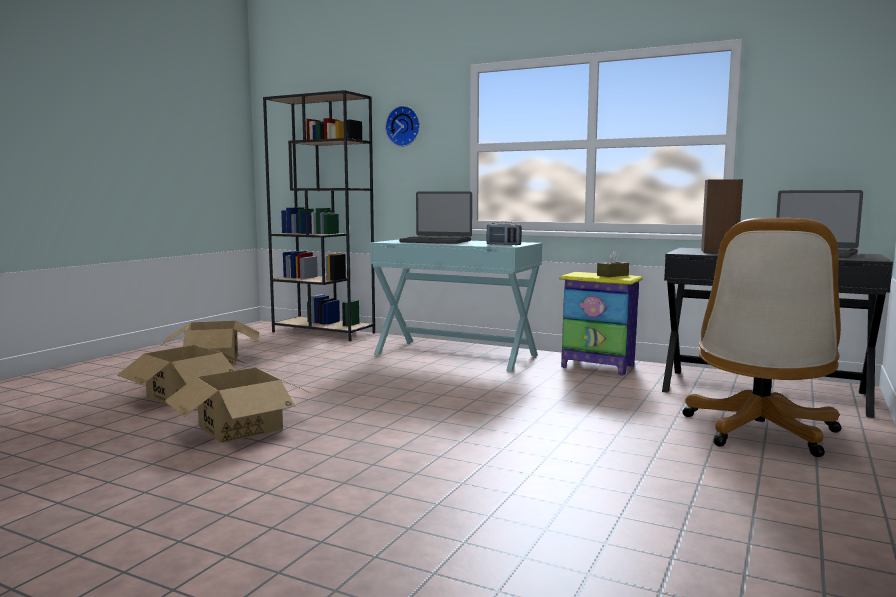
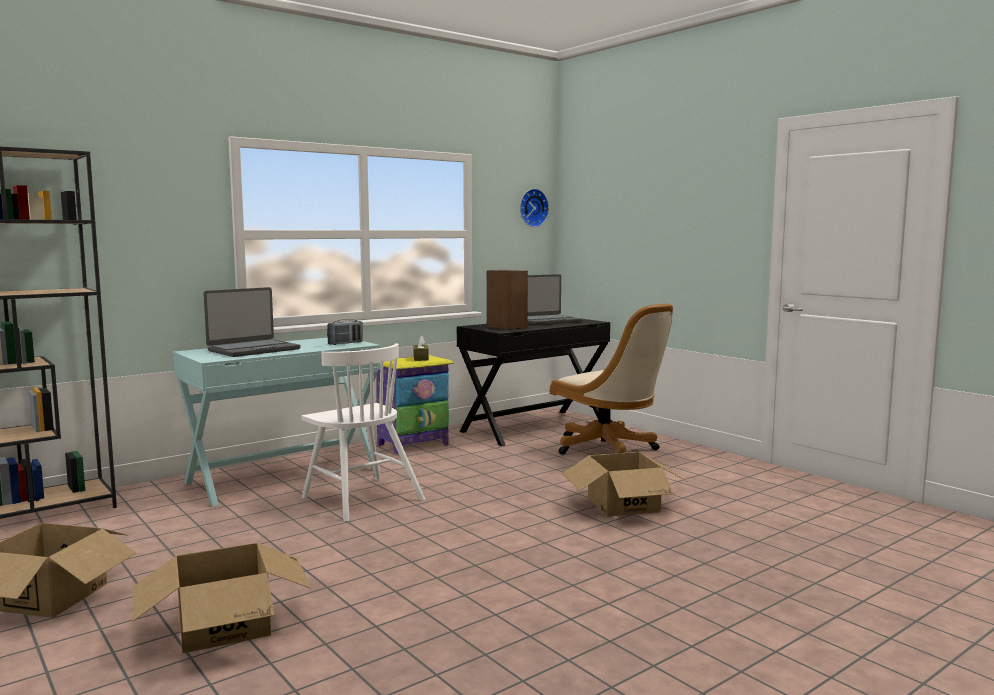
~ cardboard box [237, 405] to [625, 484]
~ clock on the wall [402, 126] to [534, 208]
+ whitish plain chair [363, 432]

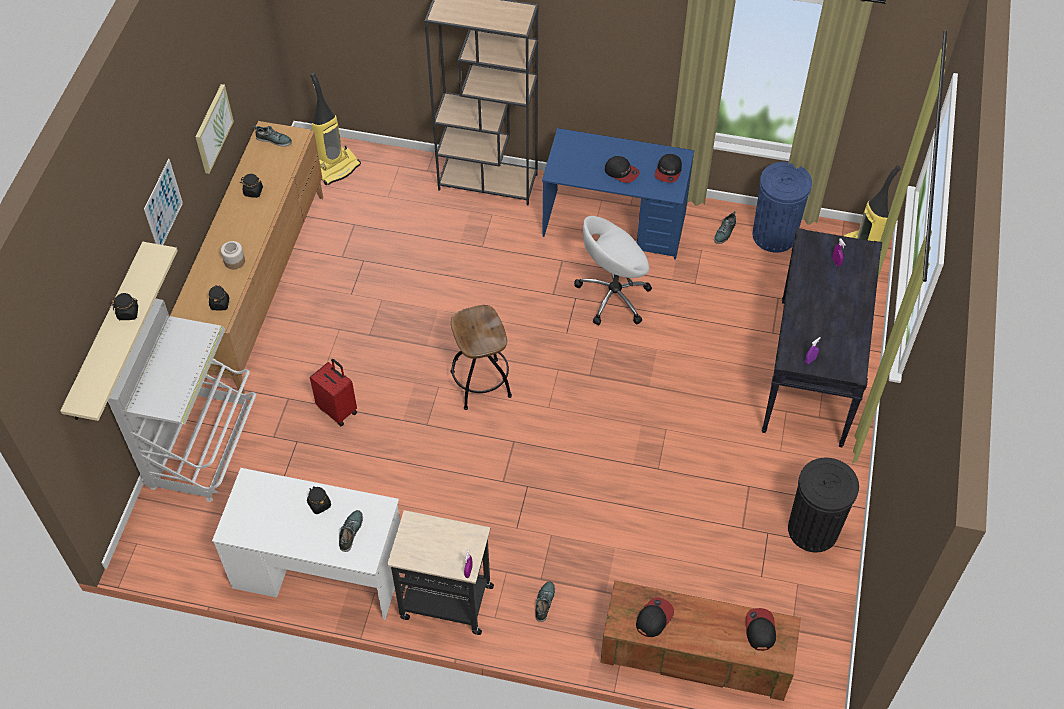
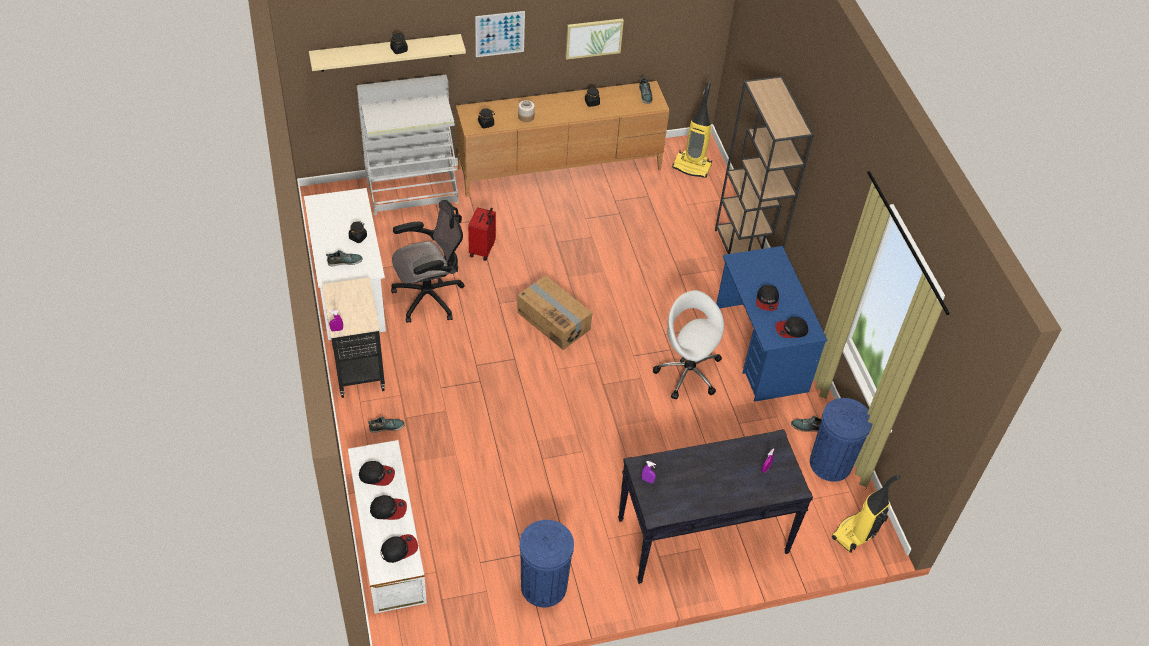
~ brown-coloured stool [481, 357] to cardboard box [554, 312]
~ brown-coloured indoor bench [700, 640] to whitish indoor bench [387, 527]
~ black trash can [823, 505] to bluish trash can [547, 564]
+ peaked cap [388, 507]
+ office chair [428, 261]

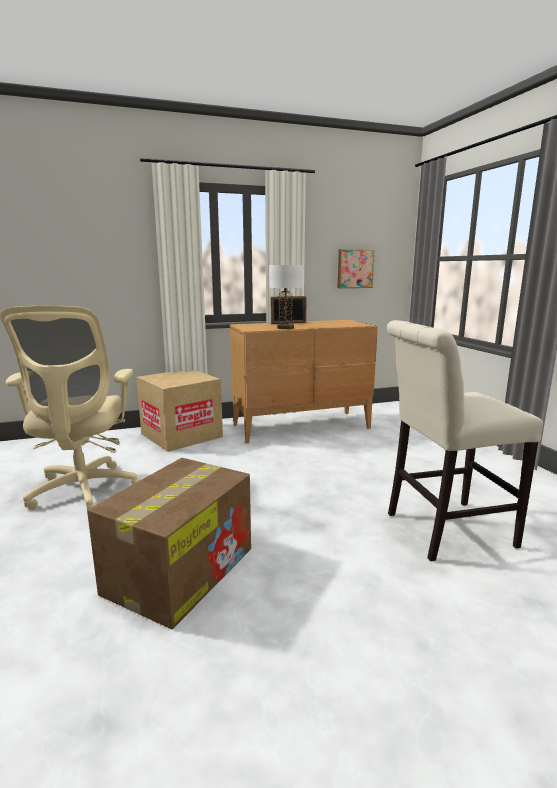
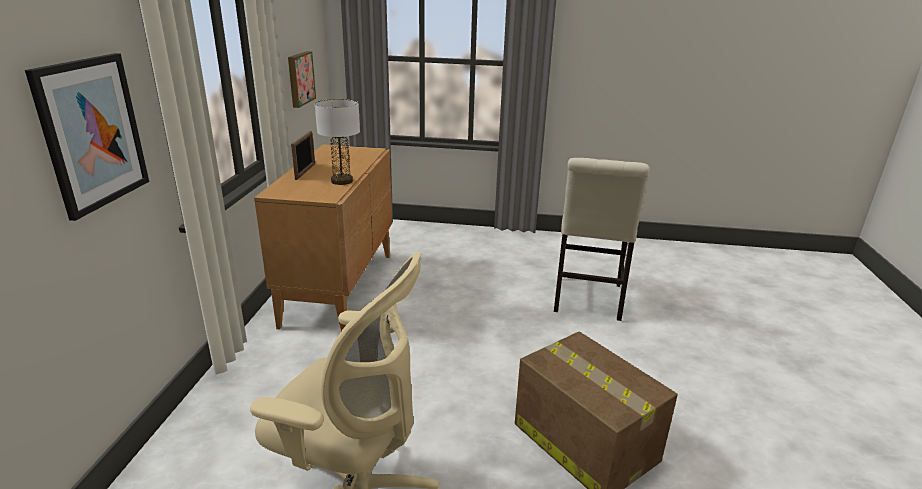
- cardboard box [179, 411]
+ wall art [87, 137]

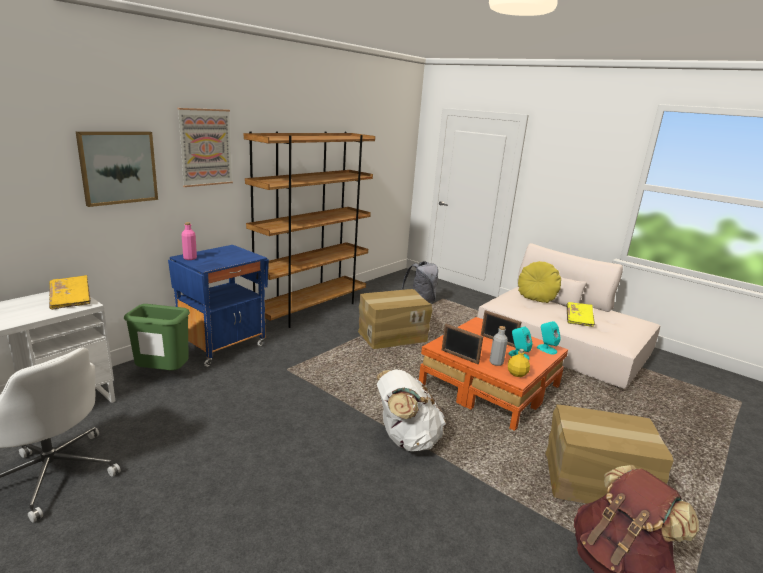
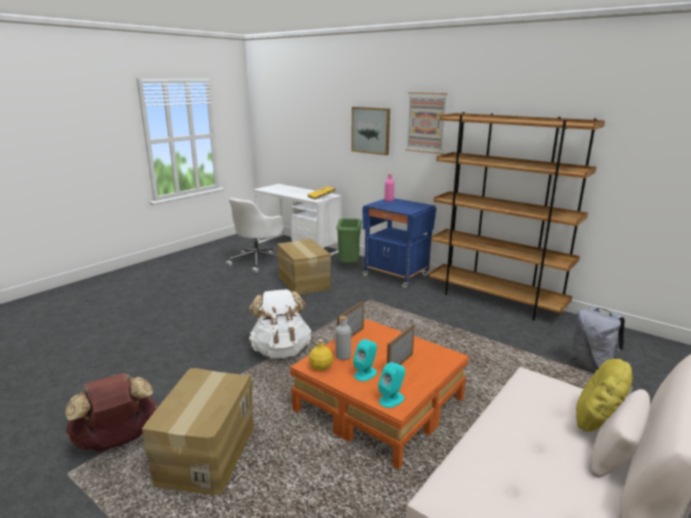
~ cardboard box [395, 319] to [304, 267]
- yellowish book [581, 314]

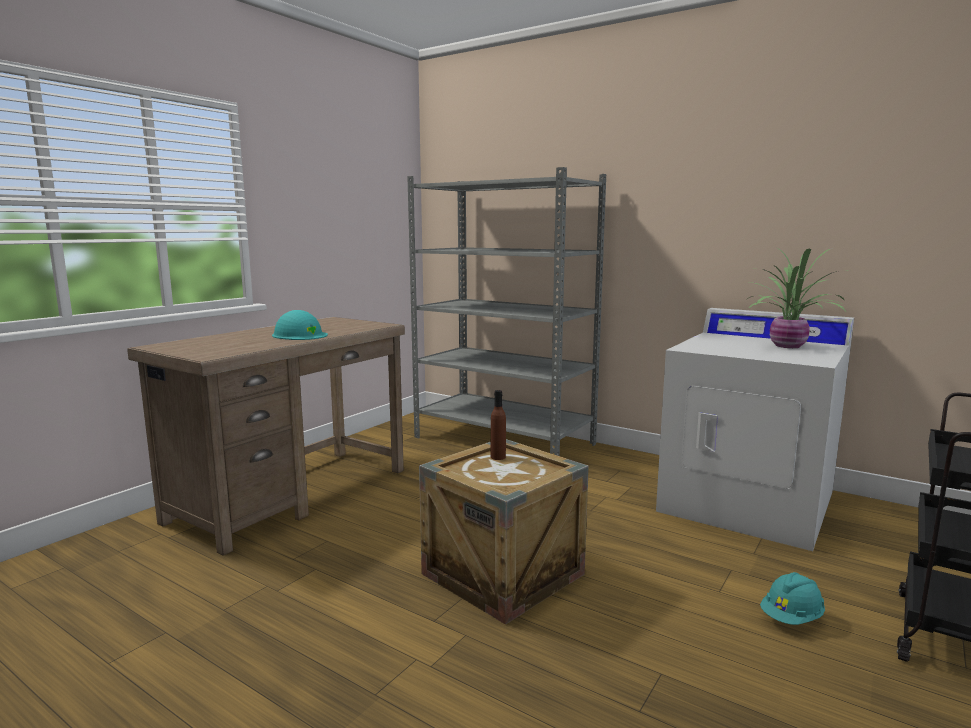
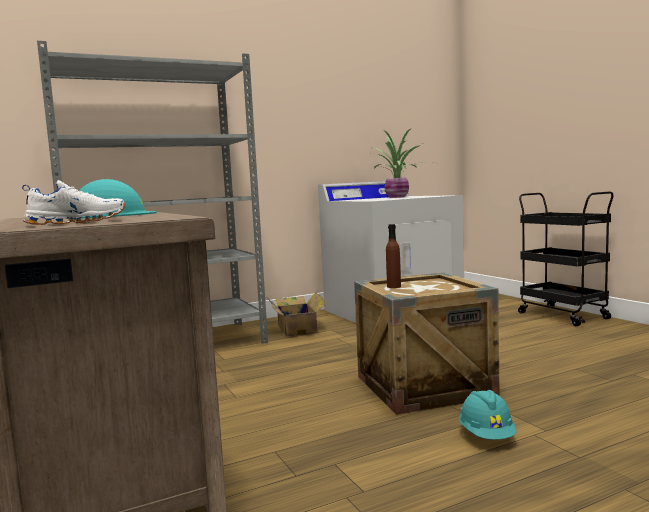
~ blue-green work helmet [792, 598] to [488, 415]
+ whitish shoe [73, 202]
+ cardboard box [296, 314]

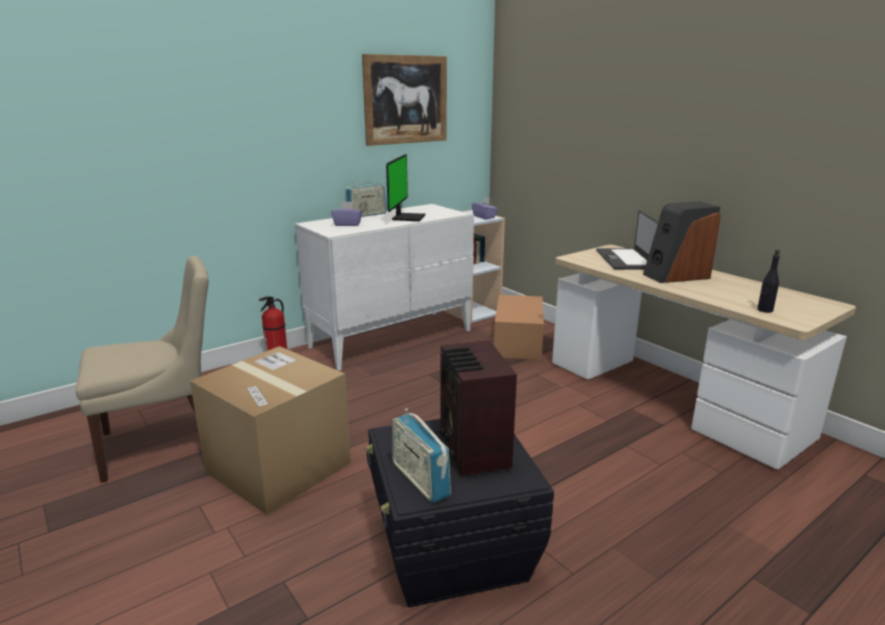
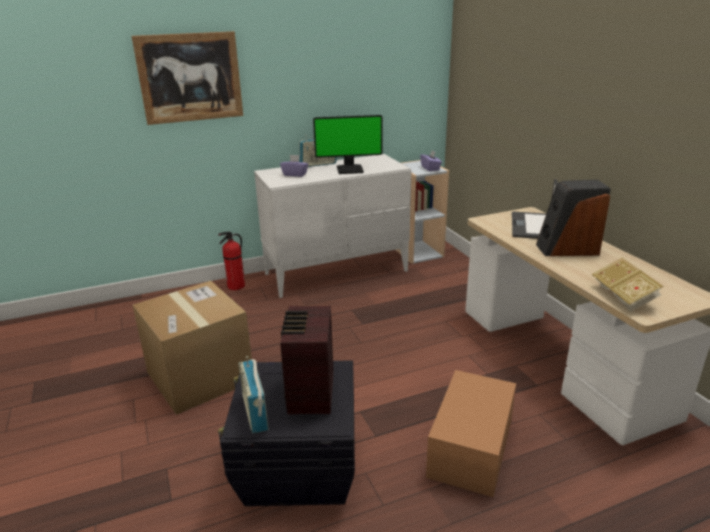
- beige-coloured plain chair [142, 369]
~ wall art [404, 100] to [187, 78]
~ computer screen [405, 187] = [348, 144] 60 degrees clockwise
~ cardboard box [519, 327] to [471, 433]
~ black bottle [768, 281] to book [628, 285]

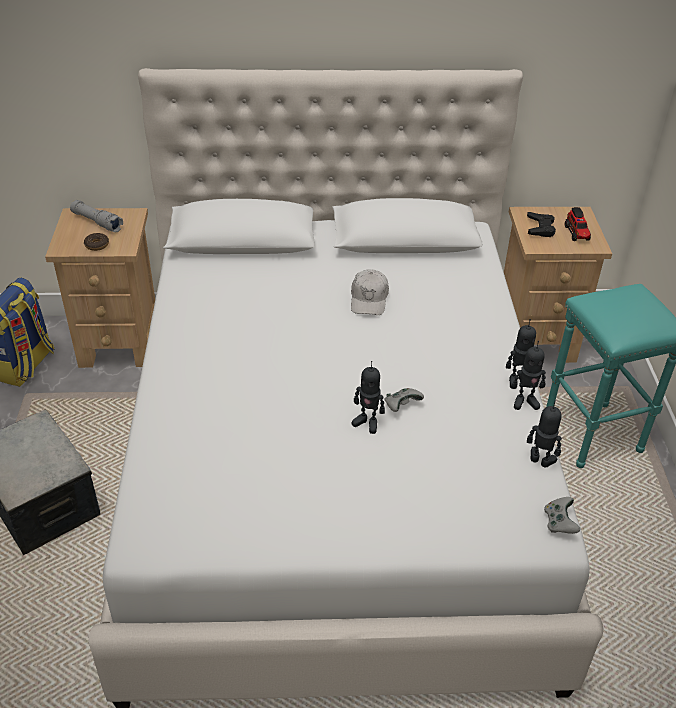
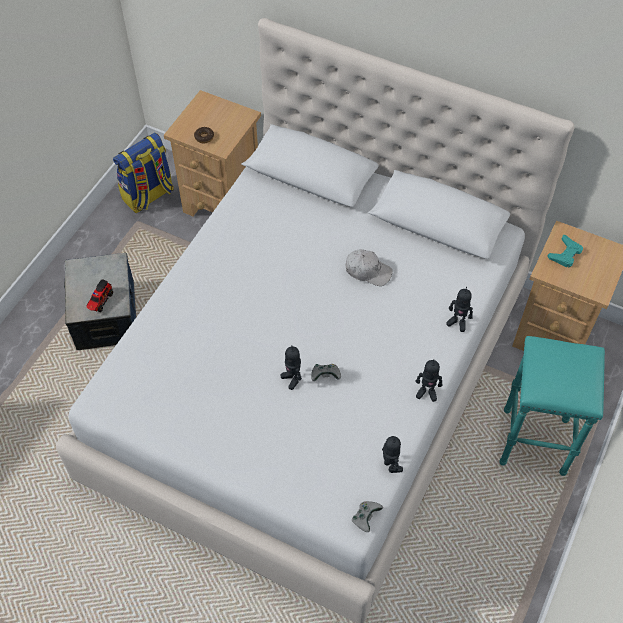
- grey flashlight [96, 216]
~ whitish peaked cap [370, 292] = [369, 267] 105 degrees counterclockwise
~ robot figure [529, 375] to [459, 309]
~ black game controller [541, 224] to blue-green game controller [565, 251]
~ toy lorry [578, 224] to [99, 295]

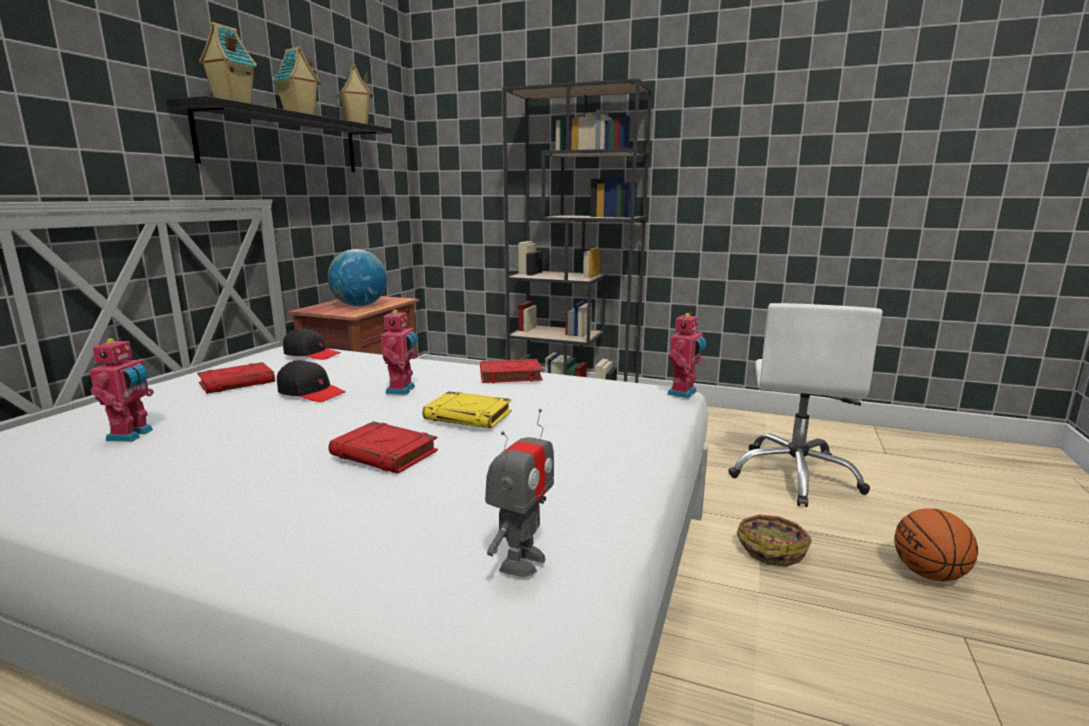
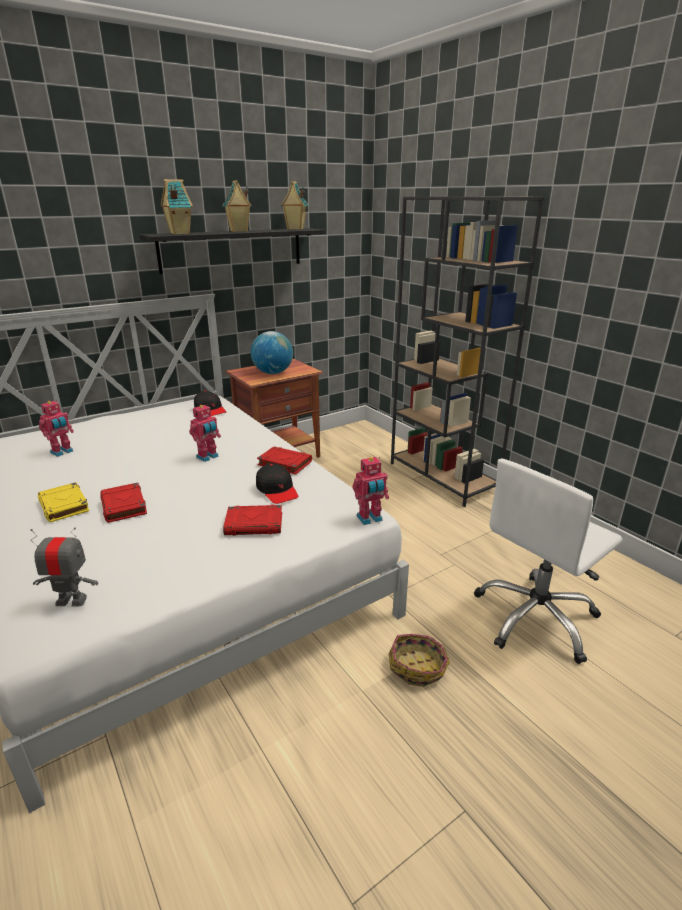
~ reddish book [236, 378] to [252, 520]
~ black peaked cap [311, 381] to [277, 484]
~ yellowish book [467, 409] to [63, 502]
~ robot figure [519, 493] = [64, 567] 150 degrees counterclockwise
- basketball [936, 544]

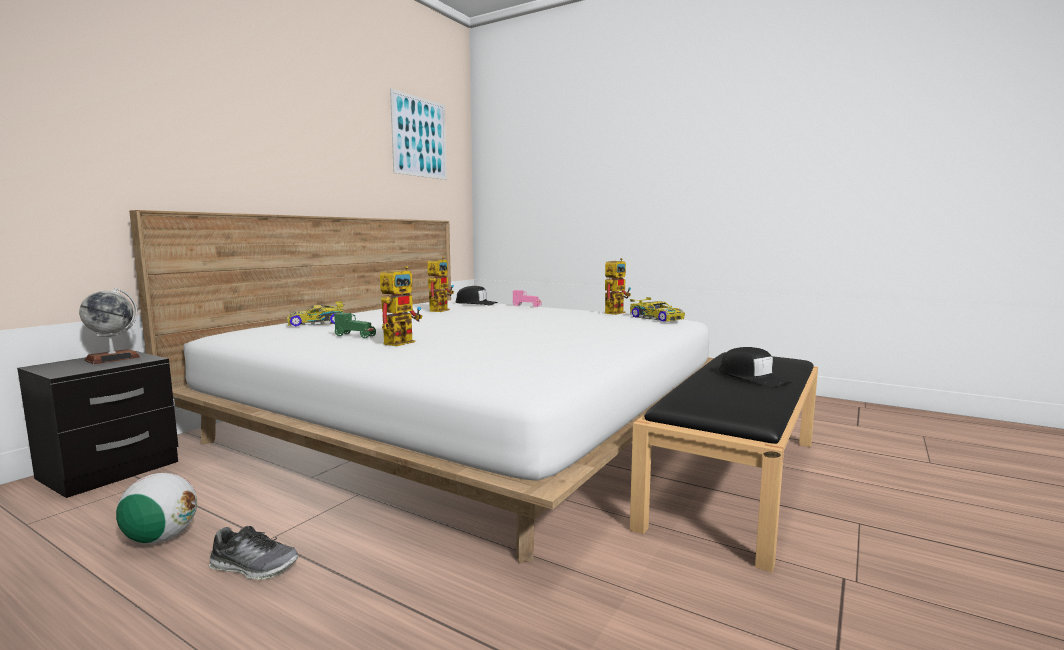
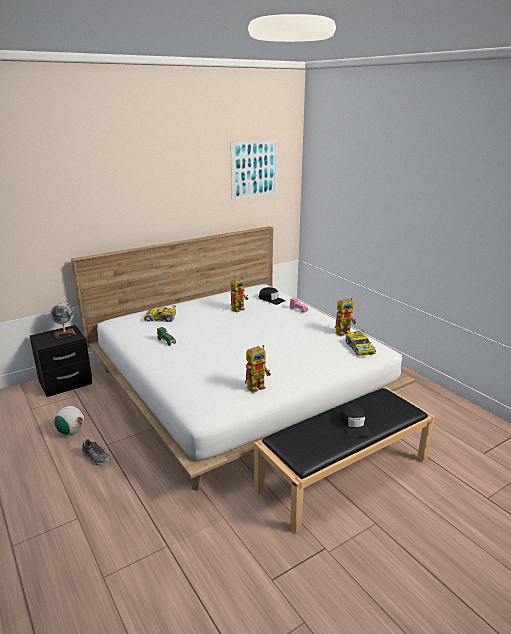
~ robot figure [401, 306] to [258, 369]

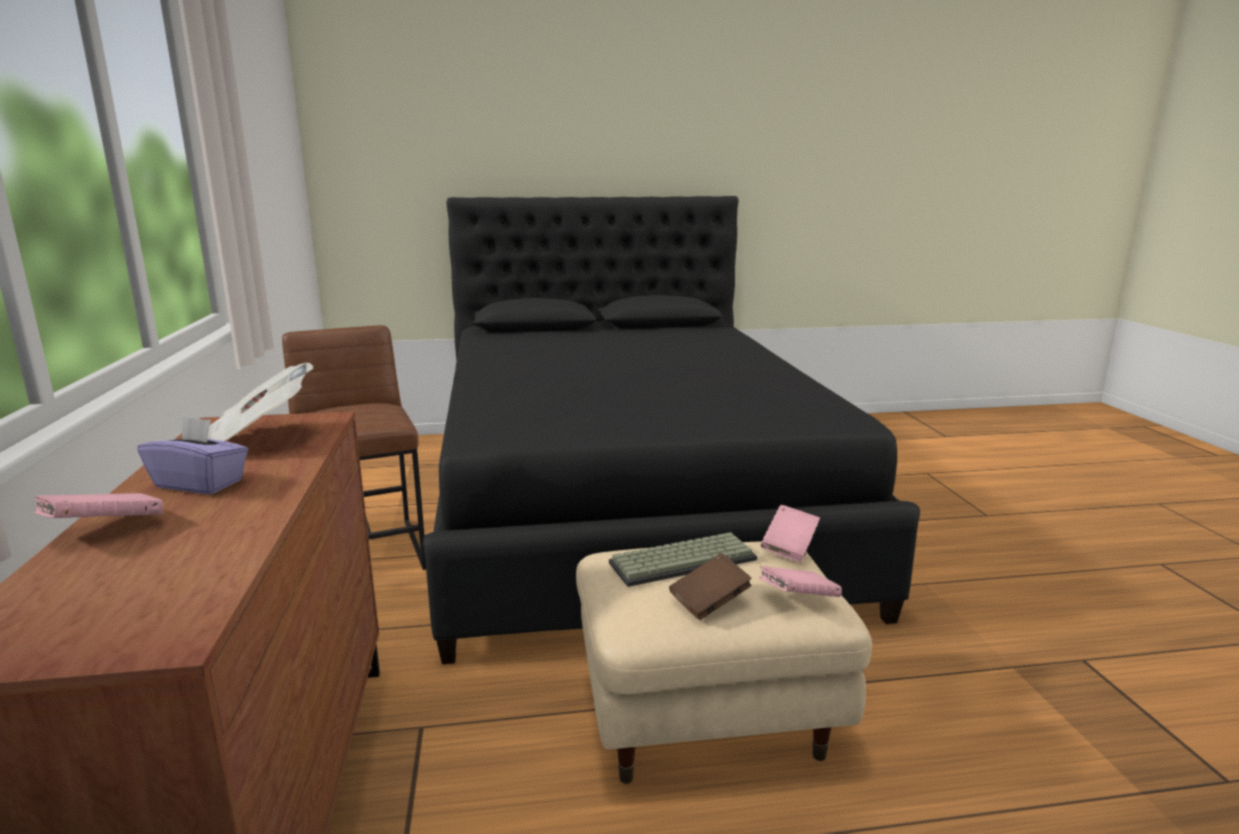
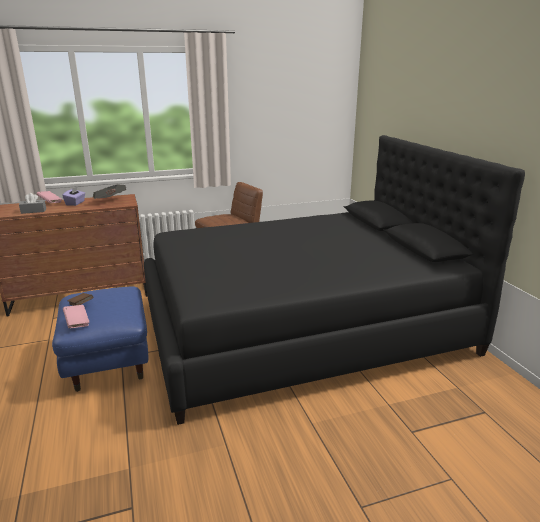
~ beige-coloured footrest [724, 662] to bluish footrest [100, 339]
- keyboard [683, 559]
- pinkish book [790, 533]
+ grey tissue holder [32, 203]

